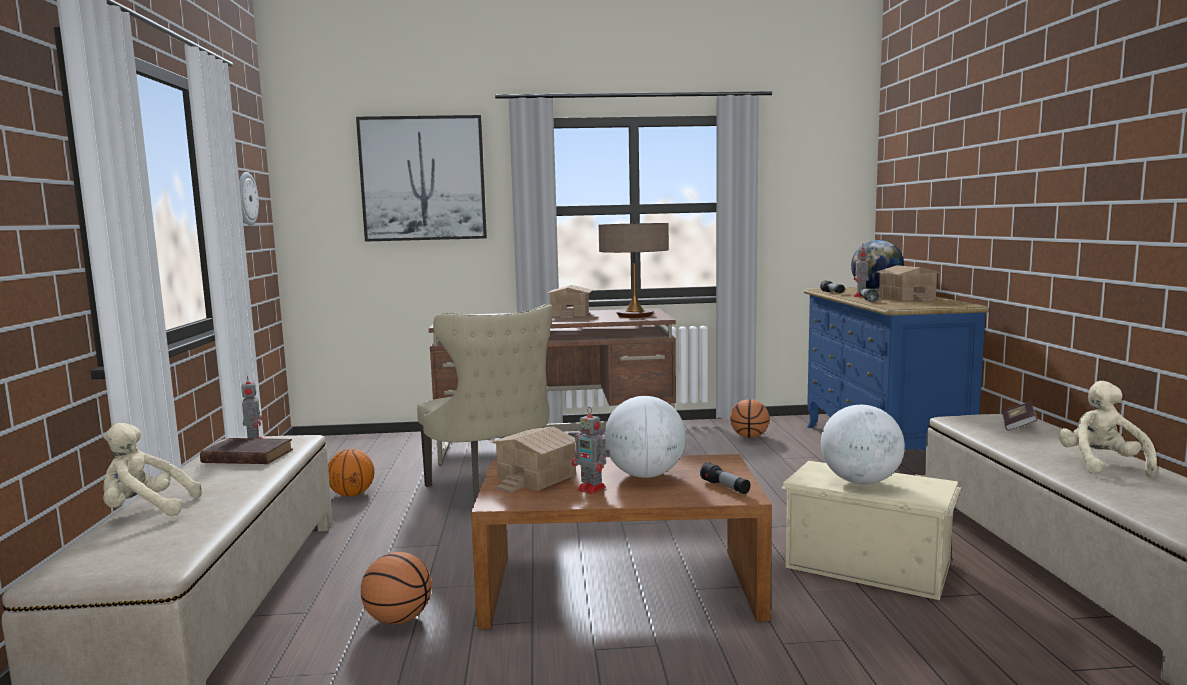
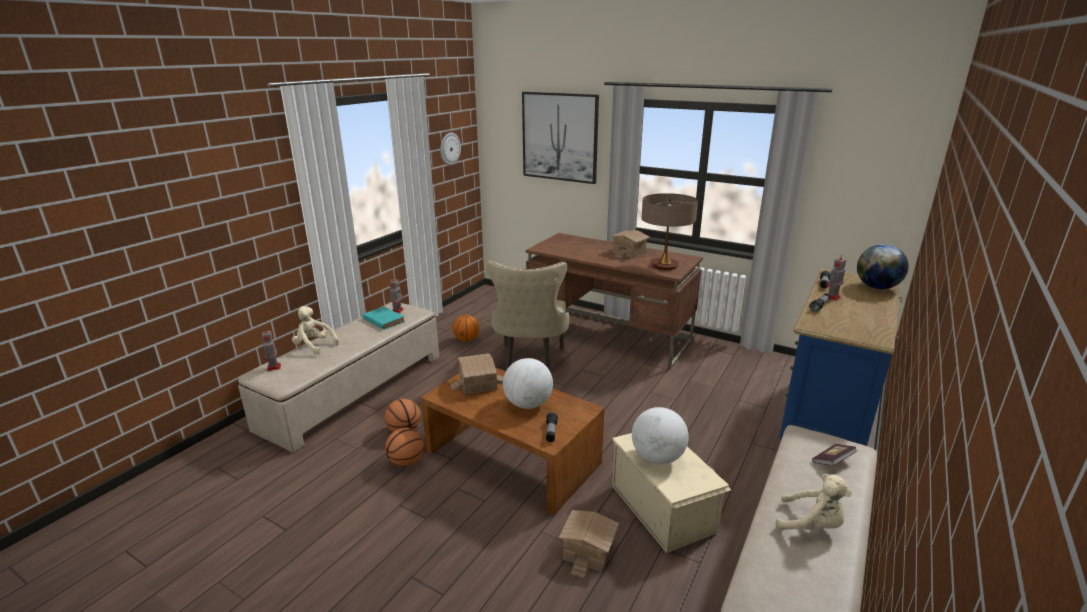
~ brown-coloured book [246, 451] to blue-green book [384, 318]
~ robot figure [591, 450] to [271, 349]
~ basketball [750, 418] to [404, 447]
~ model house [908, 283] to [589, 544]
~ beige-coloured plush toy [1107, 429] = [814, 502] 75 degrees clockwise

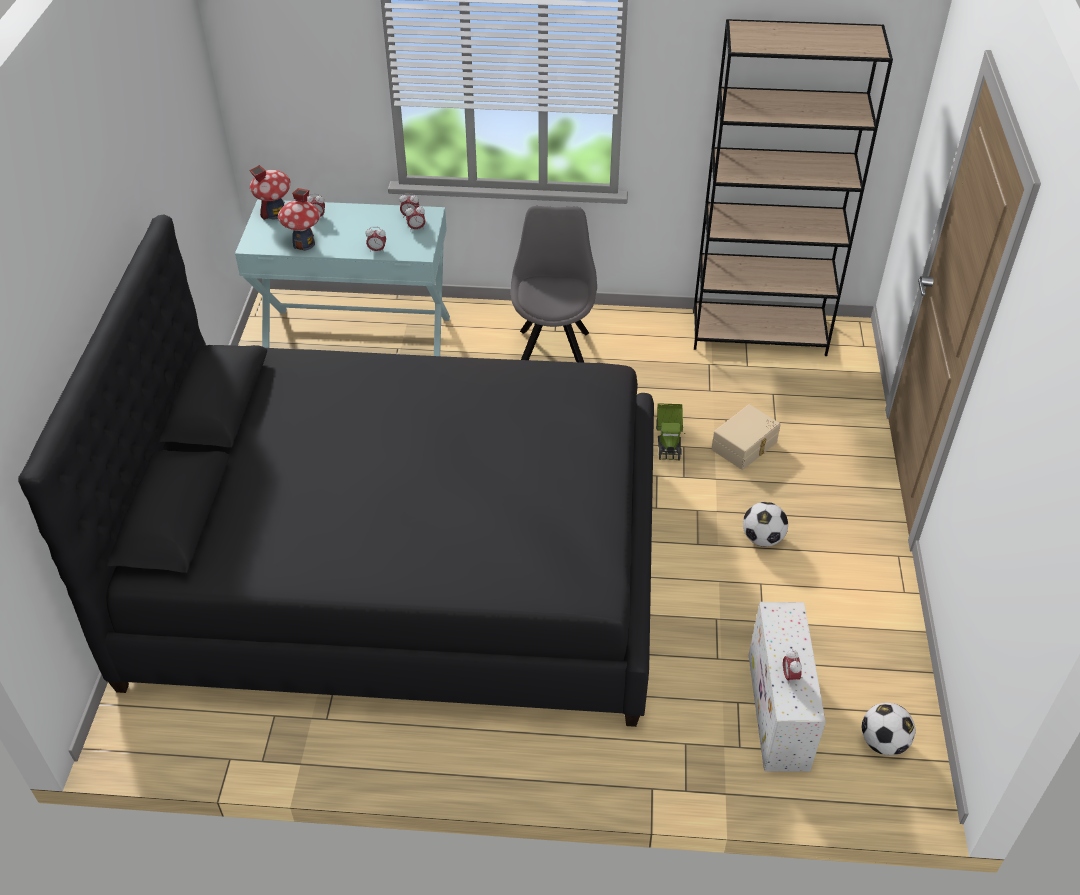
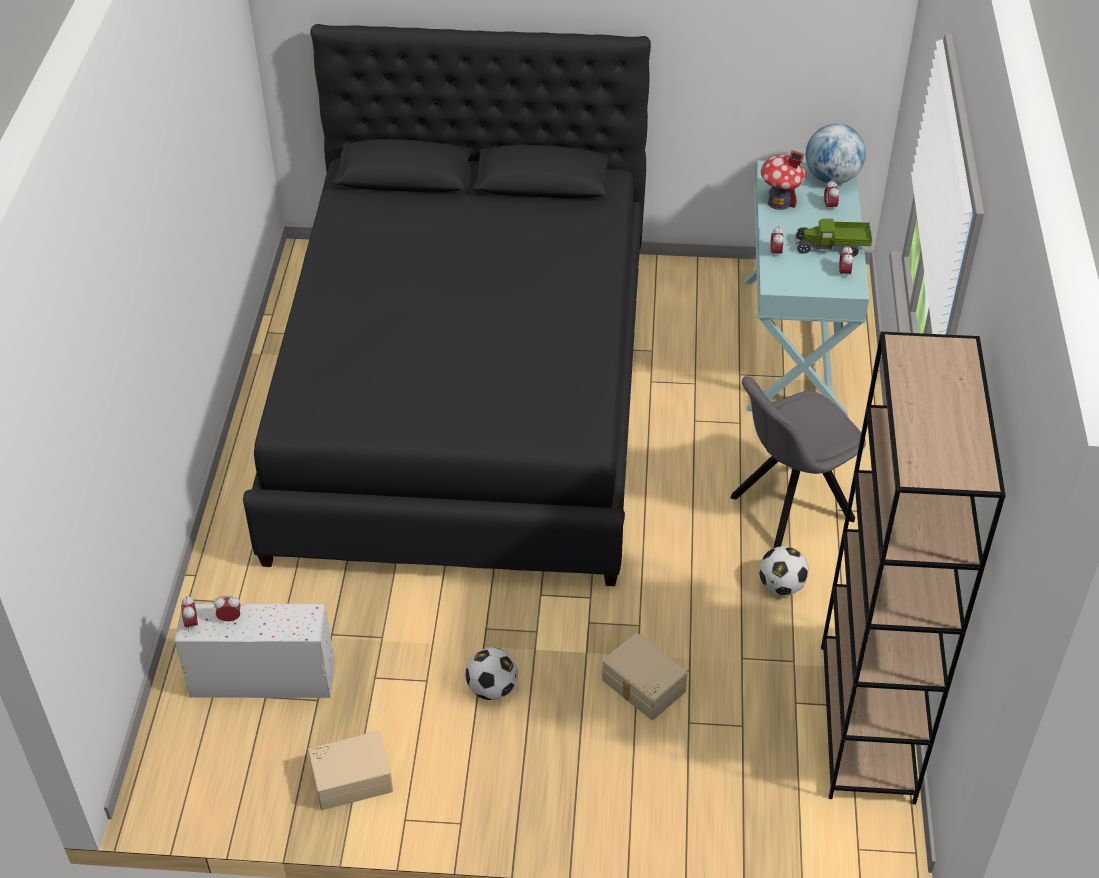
~ model house [270, 192] to desk globe [836, 154]
~ bedside clock [415, 218] to [189, 614]
~ grey plain chair [554, 284] = [798, 462] 150 degrees clockwise
~ toy lorry [670, 432] to [833, 238]
~ football ball [888, 729] to [784, 570]
+ beige-coloured storage box [350, 770]

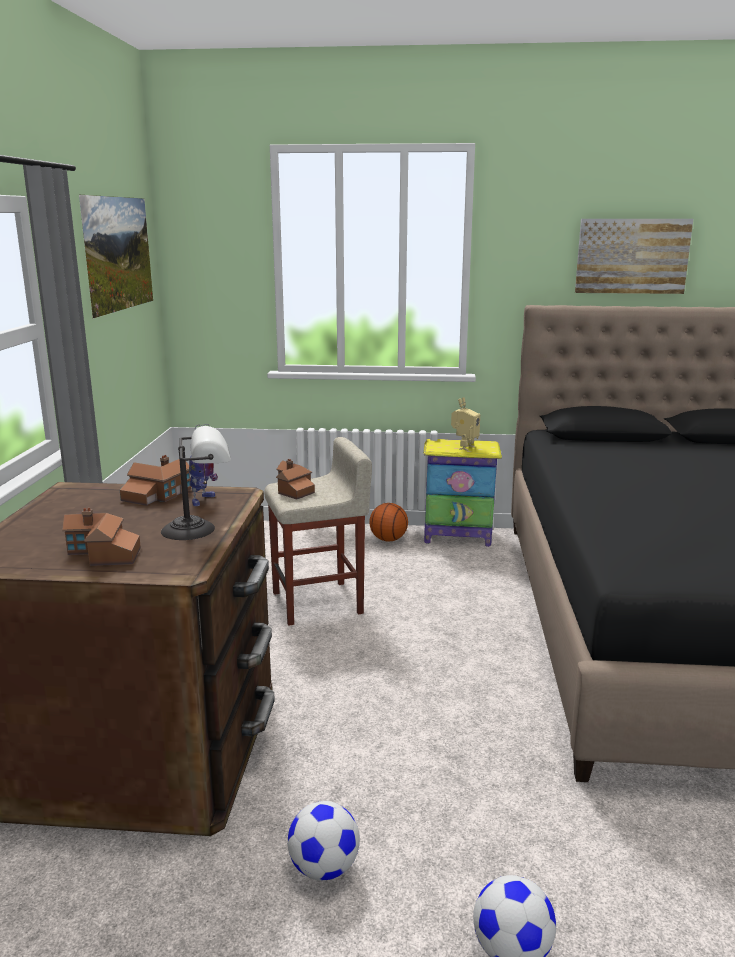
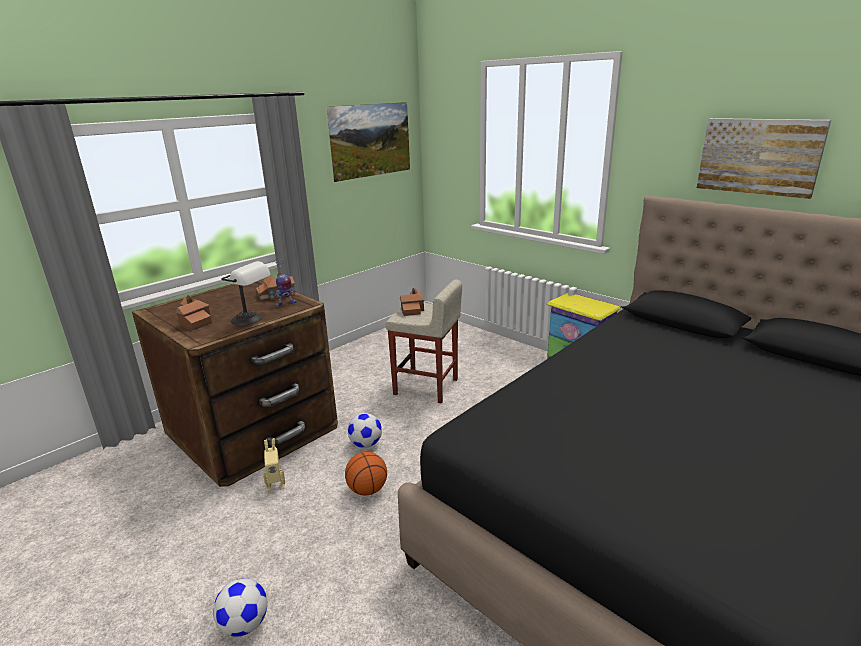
~ football ball [323, 841] to [365, 430]
~ basketball [388, 522] to [366, 473]
~ robot figure [465, 424] to [274, 465]

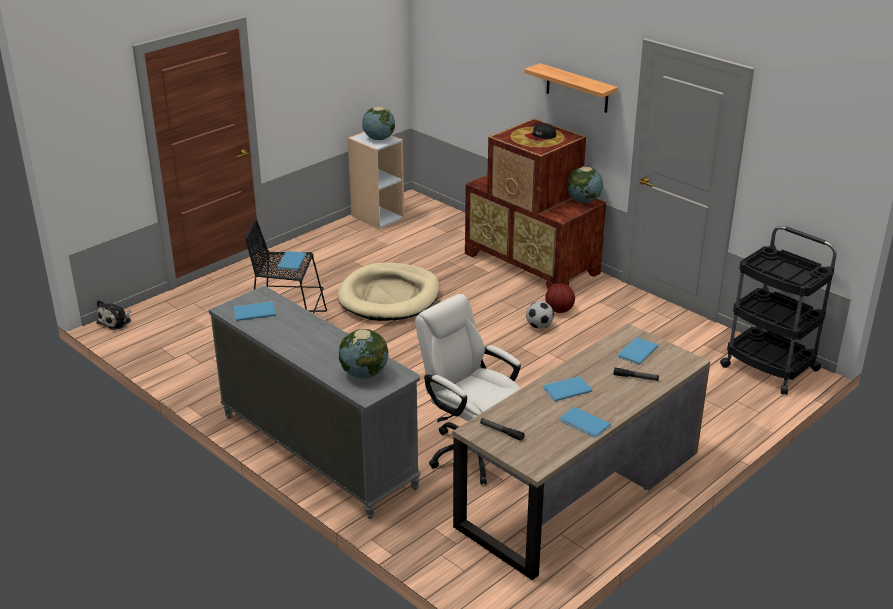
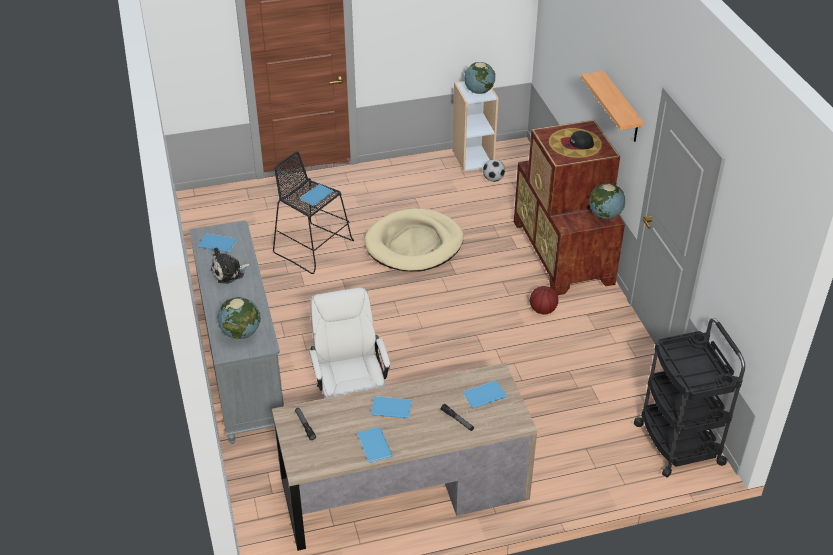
~ plush toy [113, 315] to [231, 265]
~ football ball [540, 315] to [494, 170]

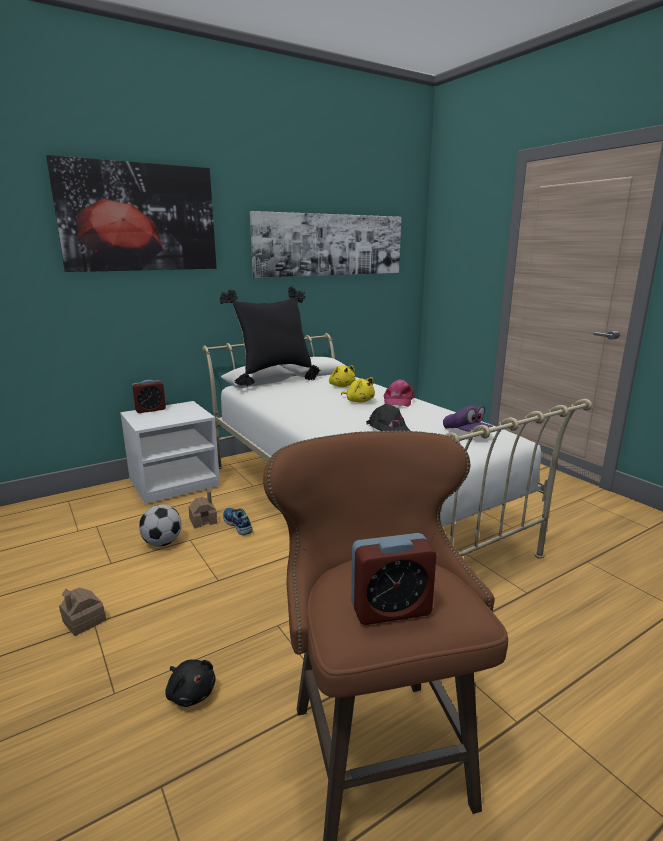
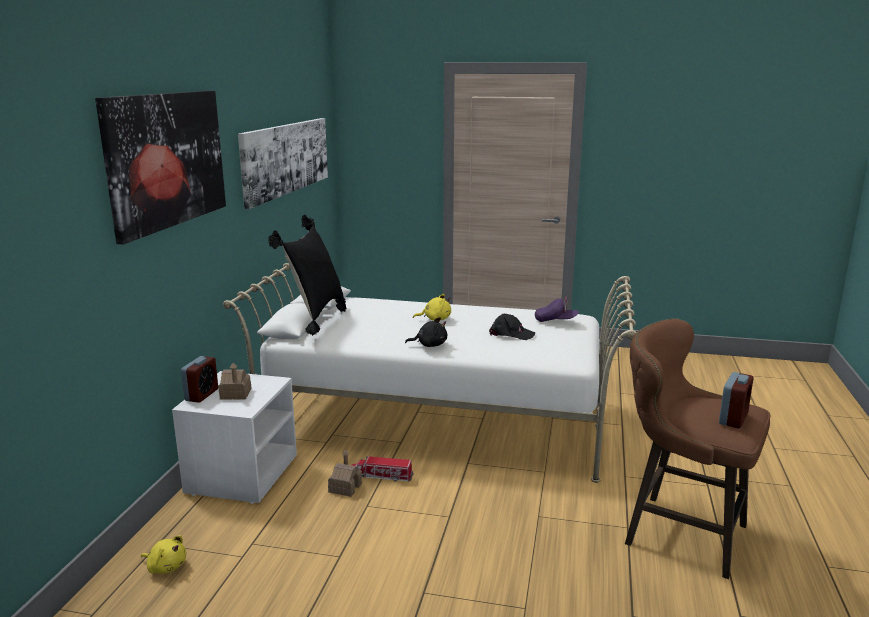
~ model house [82, 611] to [234, 381]
- football ball [160, 525]
~ black plush toy [190, 683] to [426, 332]
~ shoe [238, 521] to toy lorry [383, 468]
~ yellowish plush toy [342, 376] to [163, 554]
- pinkish peaked cap [399, 393]

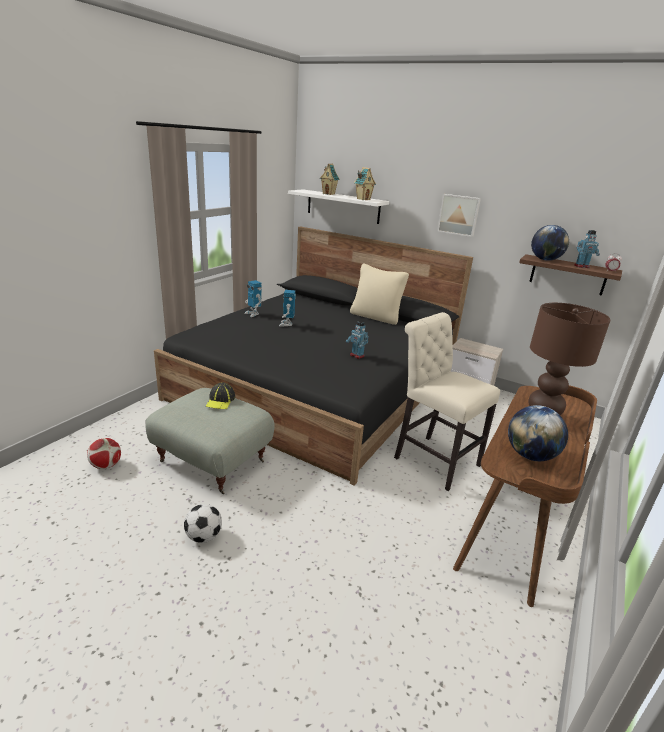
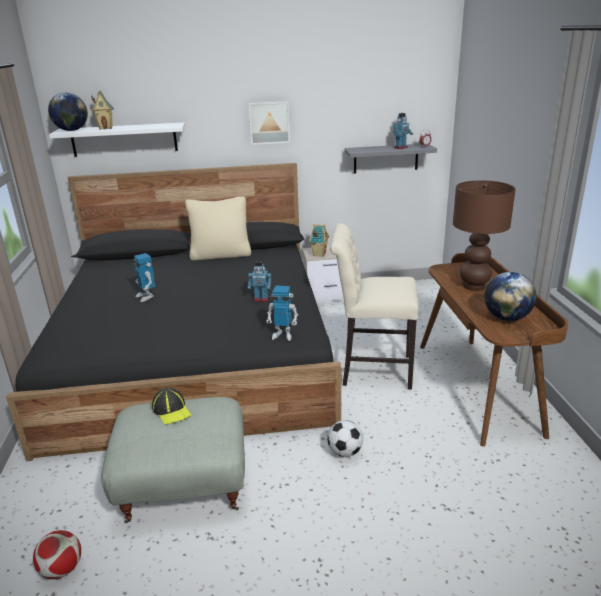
~ football ball [203, 523] to [345, 438]
~ robot figure [253, 298] to [282, 313]
~ model house [365, 183] to [319, 240]
~ brown-coloured shelf [570, 275] to grey shelf [391, 159]
~ desk globe [550, 243] to [68, 111]

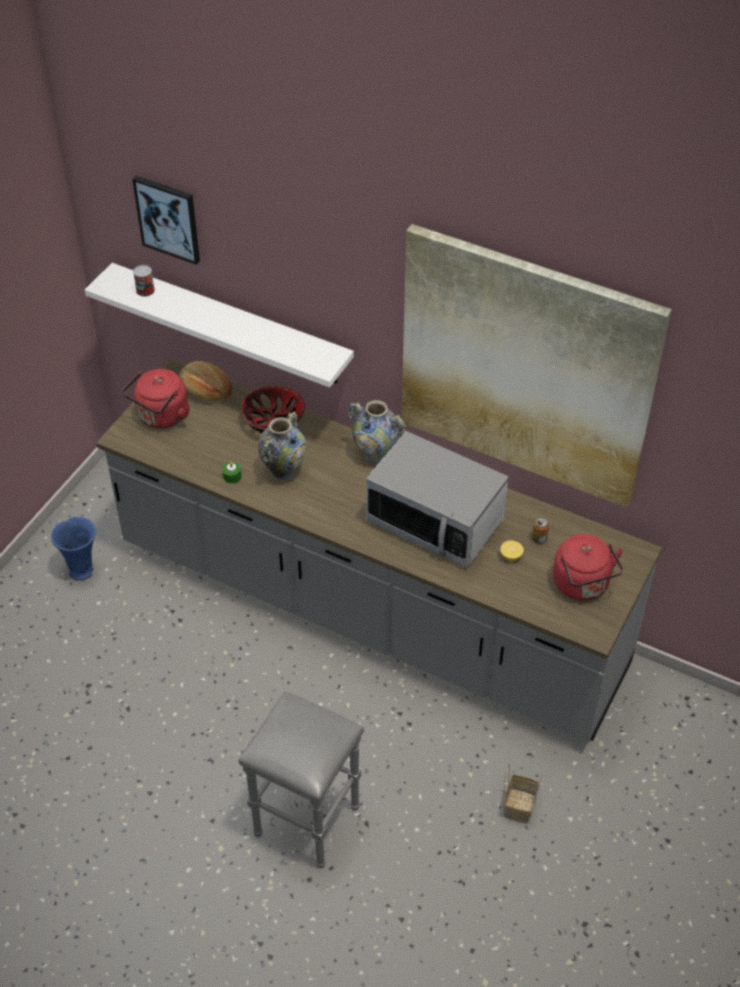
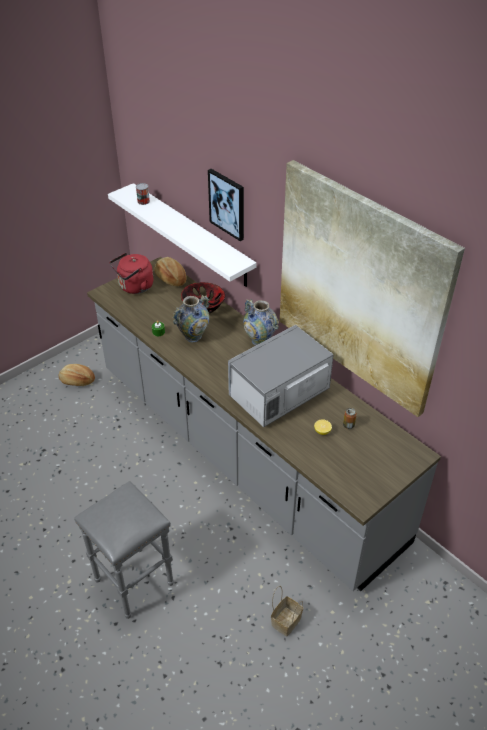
~ bluish flower vase [73, 549] to bakery bread [77, 375]
~ wall art [166, 220] to [226, 205]
~ kitchen microwave [437, 499] = [280, 376] 90 degrees clockwise
- reddish tea kettle [588, 567]

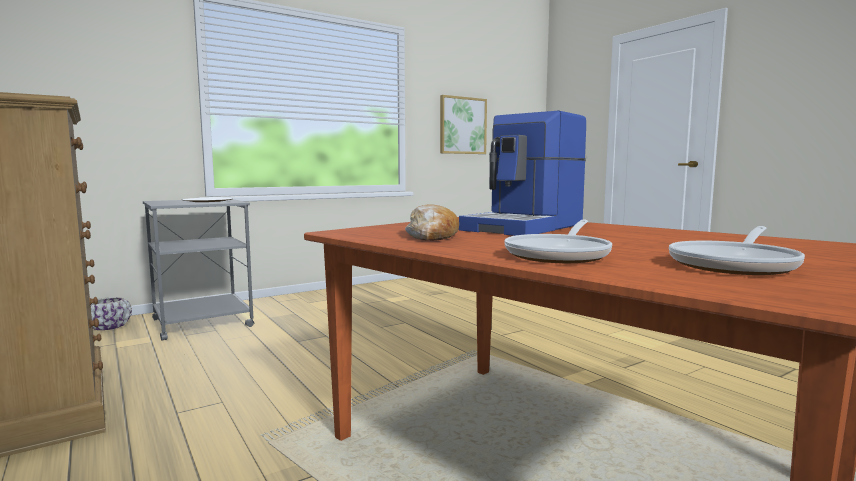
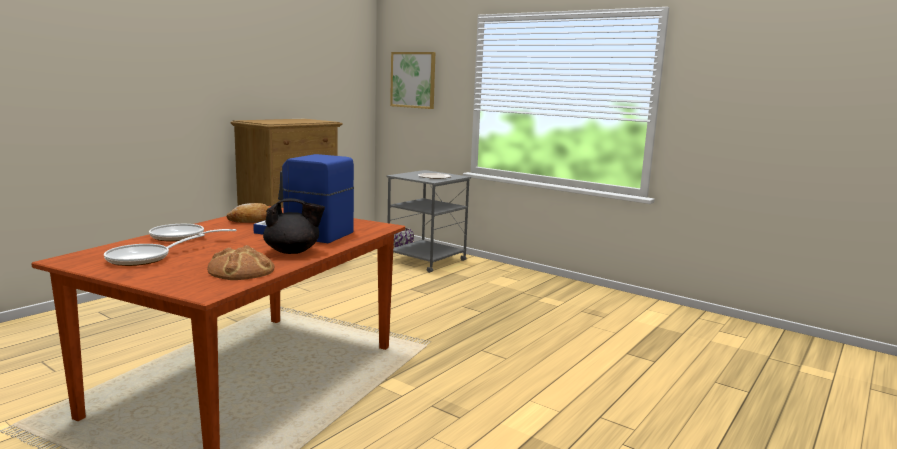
~ wall art [463, 124] to [412, 80]
~ pan [737, 250] = [154, 250] 75 degrees counterclockwise
+ bakery bread [240, 262]
+ black pot for tea [294, 226]

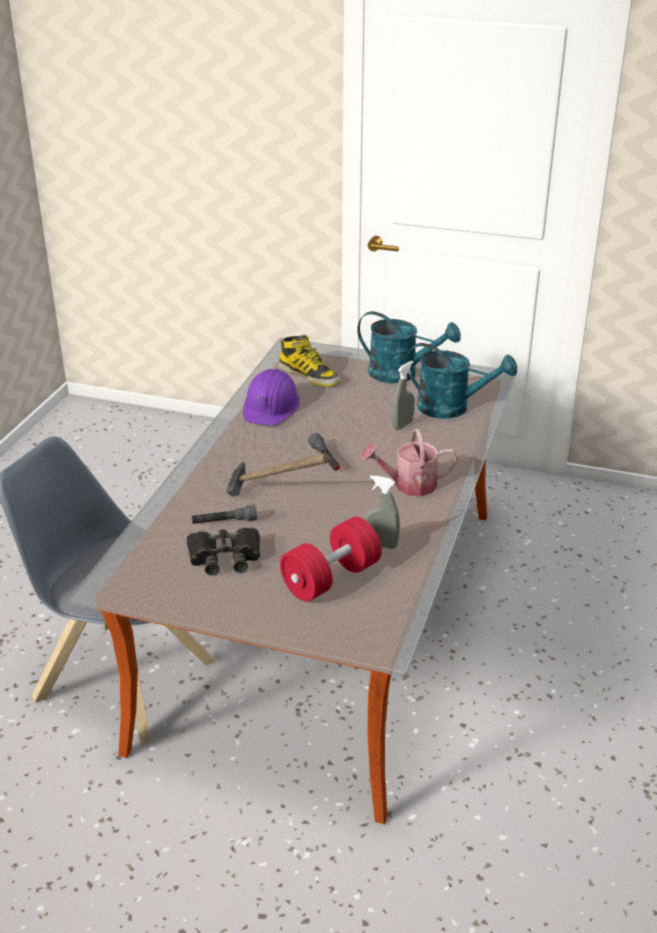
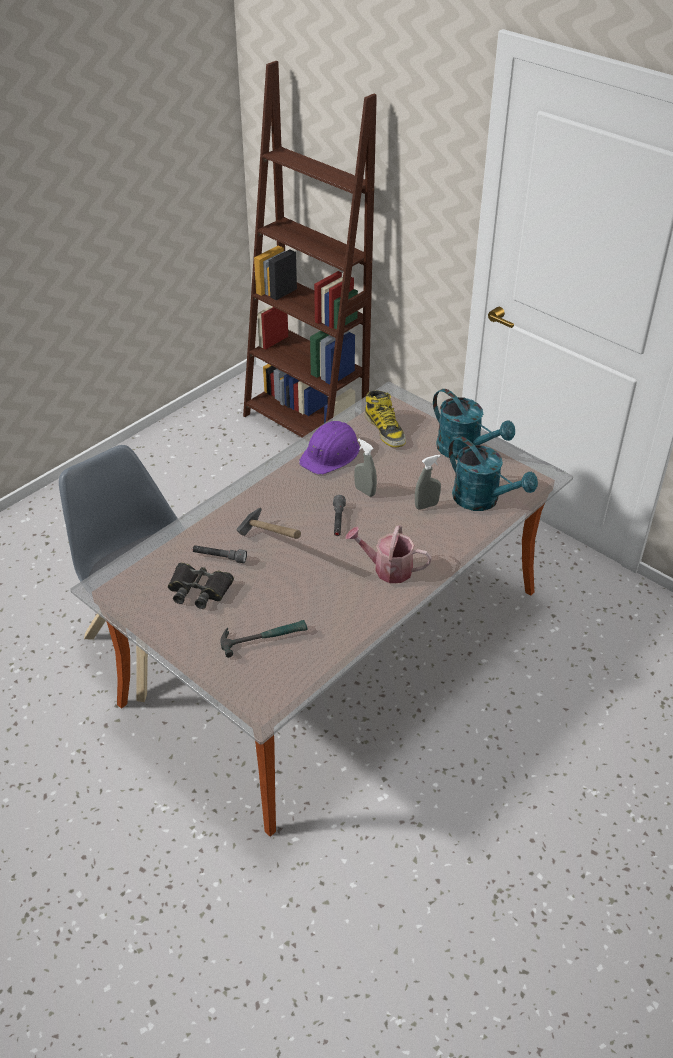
~ reddish dumbbell [331, 559] to tool hammer [264, 639]
~ grey sprayer [382, 512] to [365, 468]
+ brown-coloured bookshelf [310, 249]

